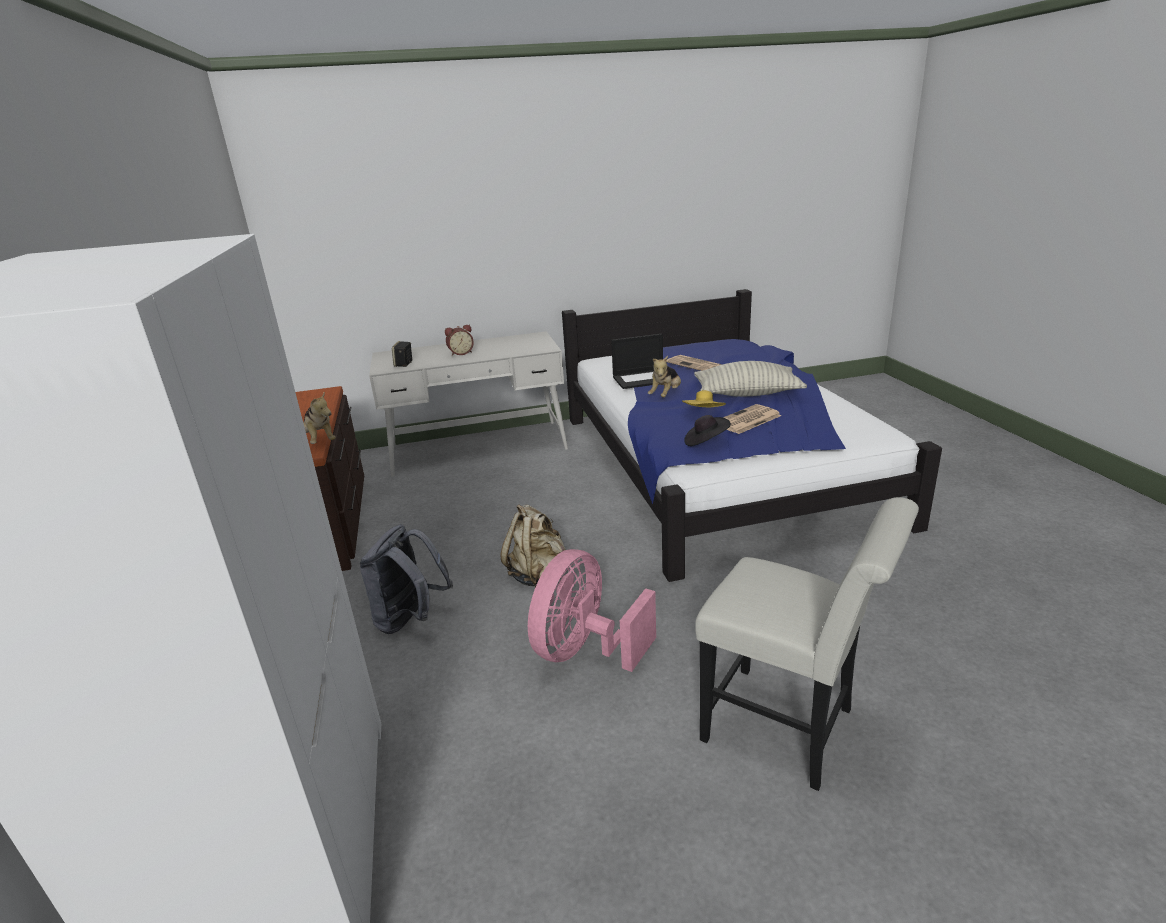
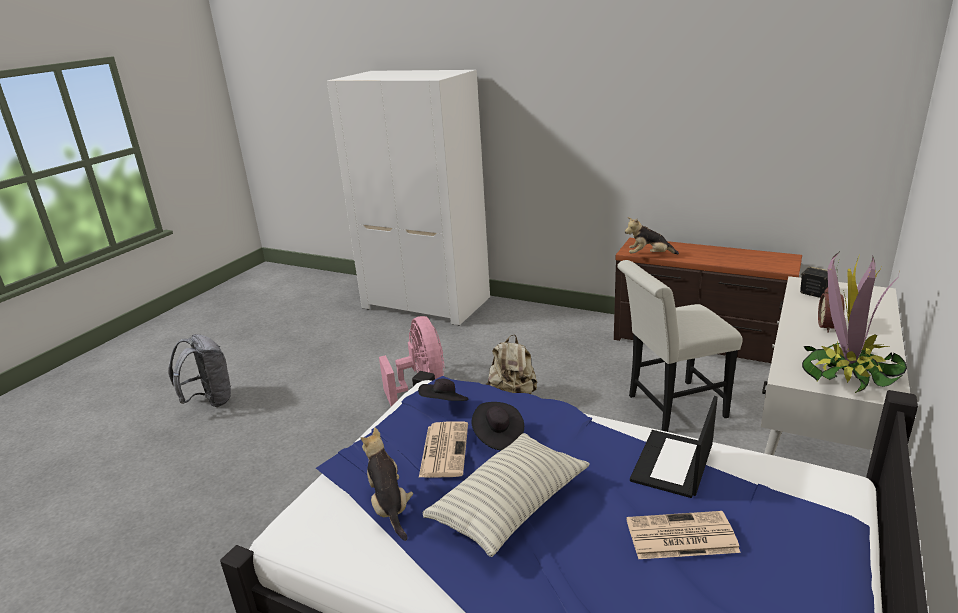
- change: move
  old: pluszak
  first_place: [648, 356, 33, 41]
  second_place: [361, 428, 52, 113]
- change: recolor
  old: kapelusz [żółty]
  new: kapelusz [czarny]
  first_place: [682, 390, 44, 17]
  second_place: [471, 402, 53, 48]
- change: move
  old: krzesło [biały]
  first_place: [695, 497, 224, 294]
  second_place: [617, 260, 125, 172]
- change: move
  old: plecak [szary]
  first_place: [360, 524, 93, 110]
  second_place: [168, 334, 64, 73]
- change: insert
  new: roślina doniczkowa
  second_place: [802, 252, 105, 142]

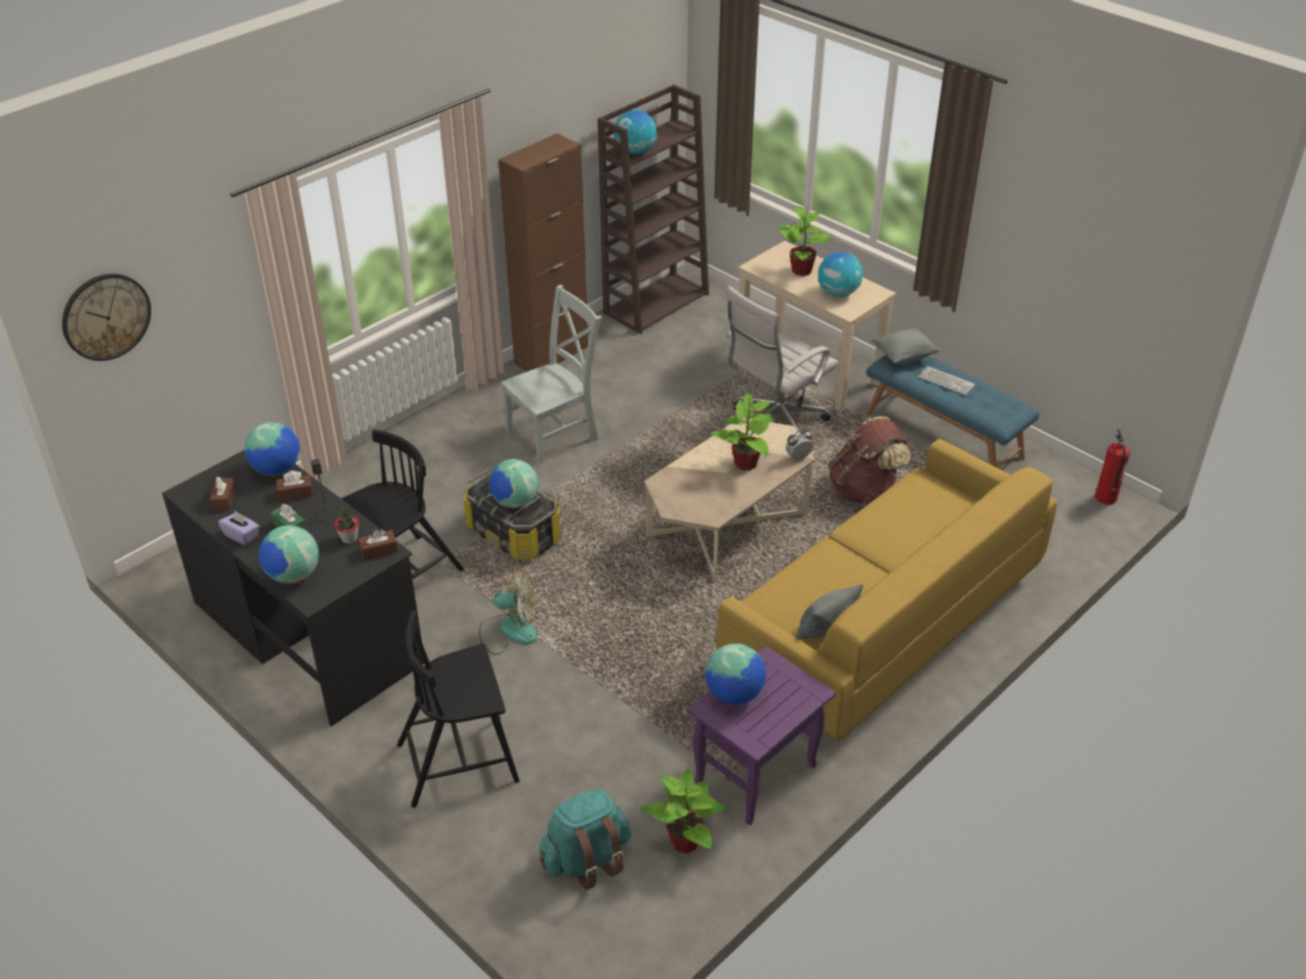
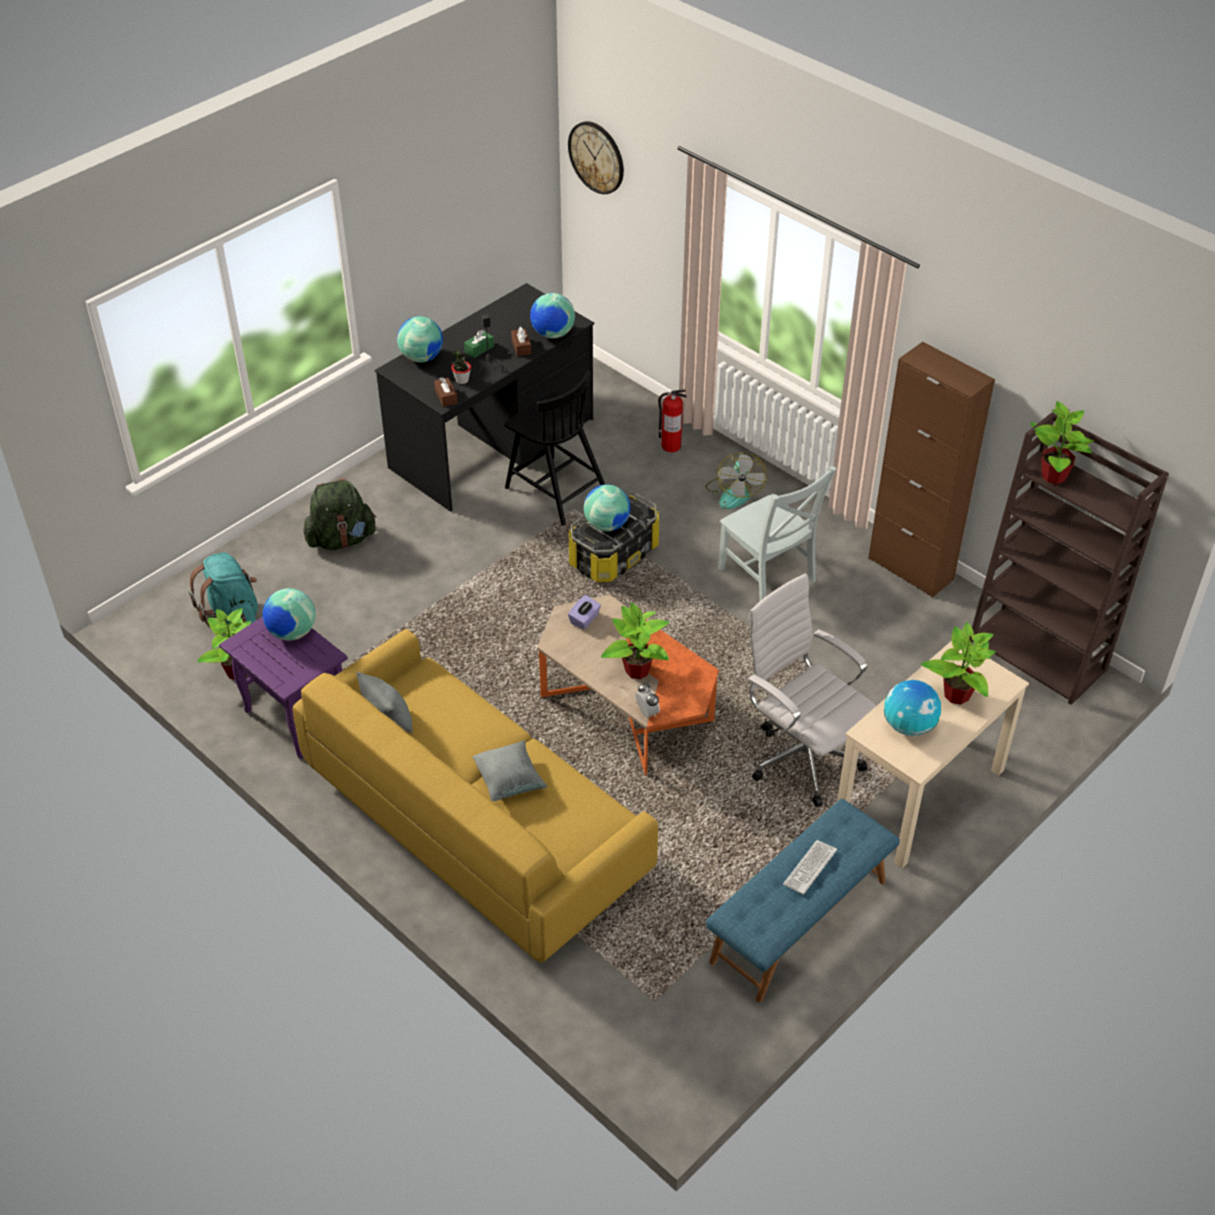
- change: replace
  old: globus
  new: roślina doniczkowa
  first_place: [614, 110, 43, 44]
  second_place: [1030, 401, 65, 83]
- change: move
  old: poduszka [szary]
  first_place: [872, 328, 68, 36]
  second_place: [472, 740, 75, 61]
- change: delete
  old: plecak [brązowy]
  first_place: [828, 416, 83, 88]
- change: recolor
  old: ława [beżowy]
  new: ława [pomarańczowy]
  first_place: [644, 418, 171, 164]
  second_place: [537, 595, 182, 180]
- change: move
  old: gaśnica
  first_place: [1095, 429, 35, 76]
  second_place: [658, 389, 29, 63]
- change: delete
  old: pudełko chusteczek [brązowy]
  first_place: [210, 476, 26, 34]
- change: move
  old: pudełko chusteczek [fioletowy]
  first_place: [218, 510, 41, 35]
  second_place: [568, 595, 33, 34]
- change: move
  old: wentylator
  first_place: [479, 569, 58, 86]
  second_place: [706, 453, 61, 56]
- change: replace
  old: krzesło [czarny]
  new: plecak [zielony]
  first_place: [397, 610, 123, 198]
  second_place: [303, 478, 73, 72]

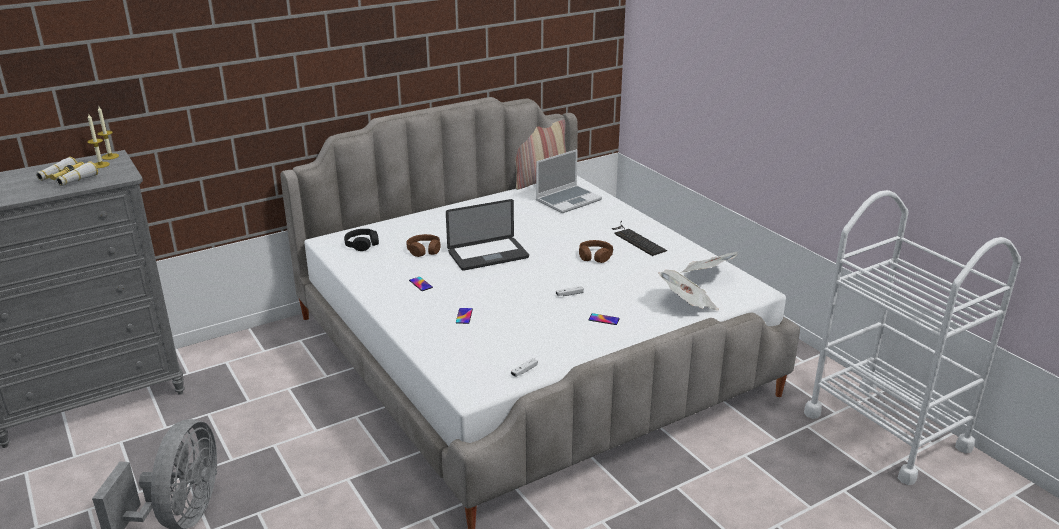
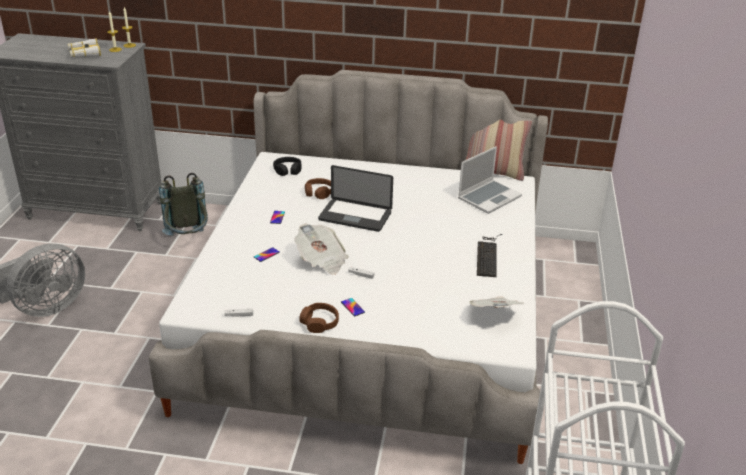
- change: rotate
  old: laptop
  first_place: [536, 149, 66, 64]
  second_place: [458, 146, 64, 68]
  degrees: -45
- change: move
  old: słuchawki [brązowy]
  first_place: [579, 240, 34, 23]
  second_place: [299, 303, 40, 30]
- change: move
  old: gazeta
  first_place: [658, 270, 61, 40]
  second_place: [294, 224, 55, 51]
- change: insert
  new: plecak [szary]
  second_place: [159, 173, 49, 63]

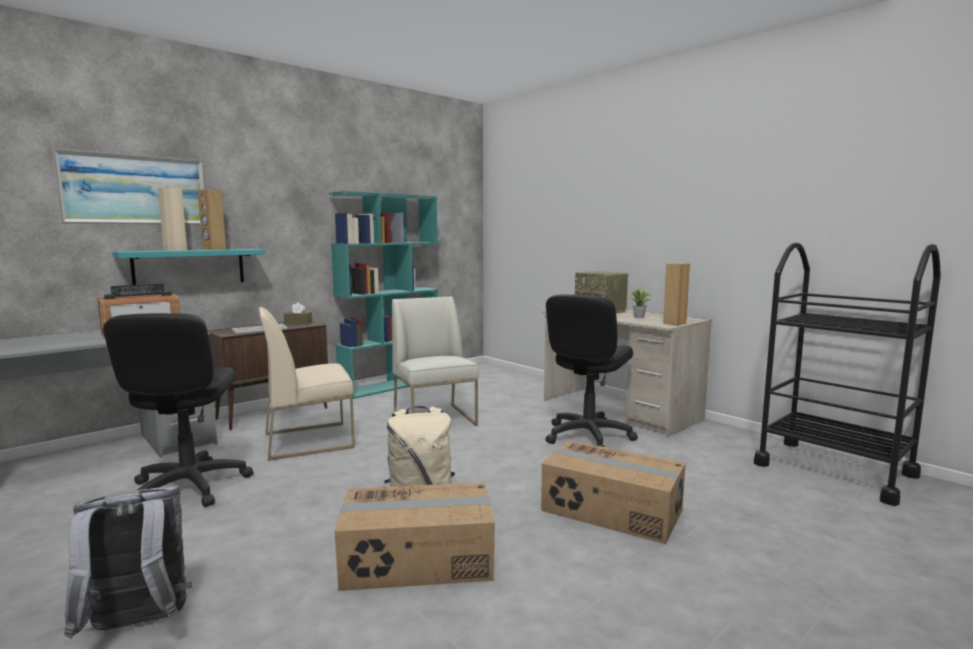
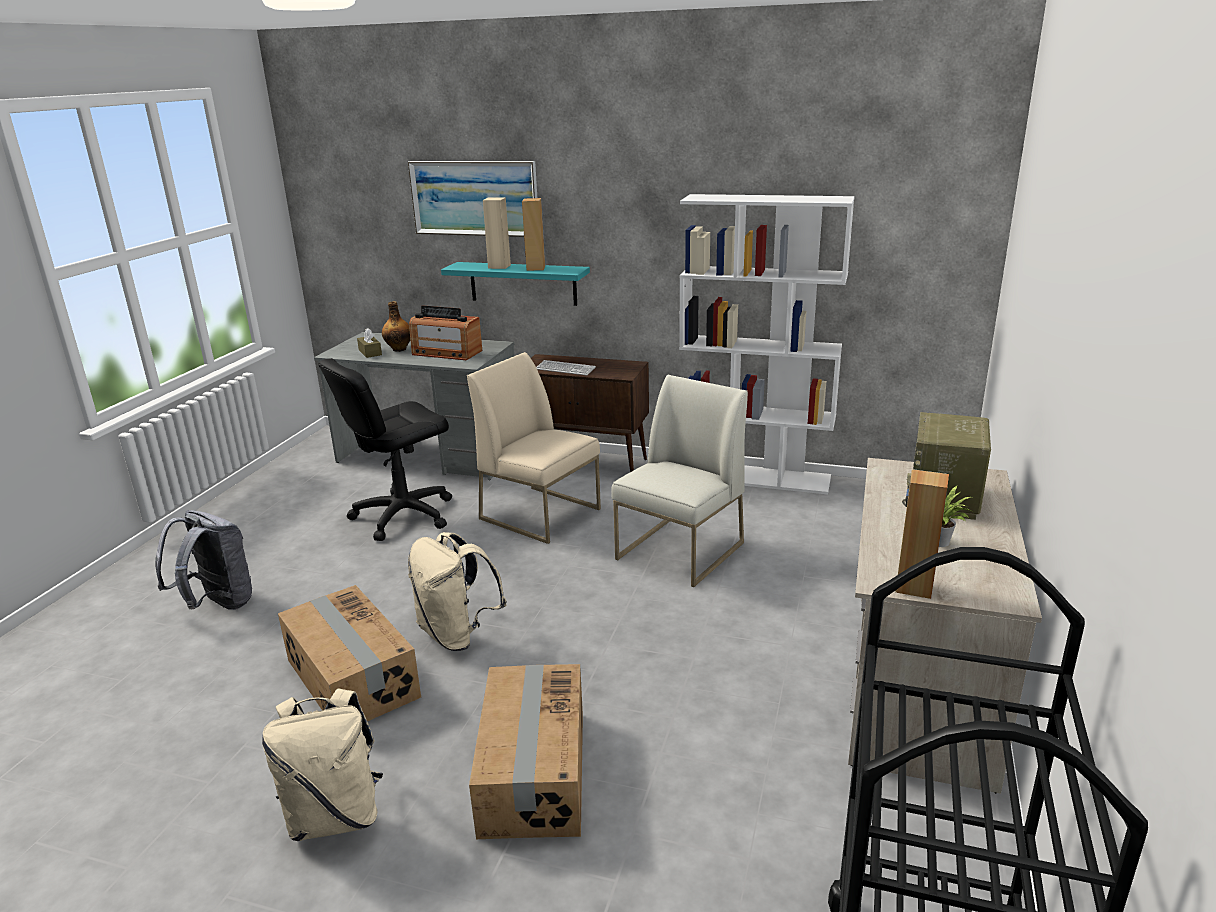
- change: recolor
  old: regał [turkusowy]
  new: regał [biały]
  first_place: [329, 191, 109, 208]
  second_place: [679, 194, 176, 301]
- change: delete
  old: krzesło biurowe [czarny]
  first_place: [546, 294, 92, 153]
- change: move
  old: pudełko chusteczek [brązowy]
  first_place: [284, 303, 28, 21]
  second_place: [357, 328, 25, 30]
- change: insert
  new: butelka
  second_place: [382, 301, 28, 51]
- change: insert
  new: plecak [beżowy]
  second_place: [262, 688, 121, 153]

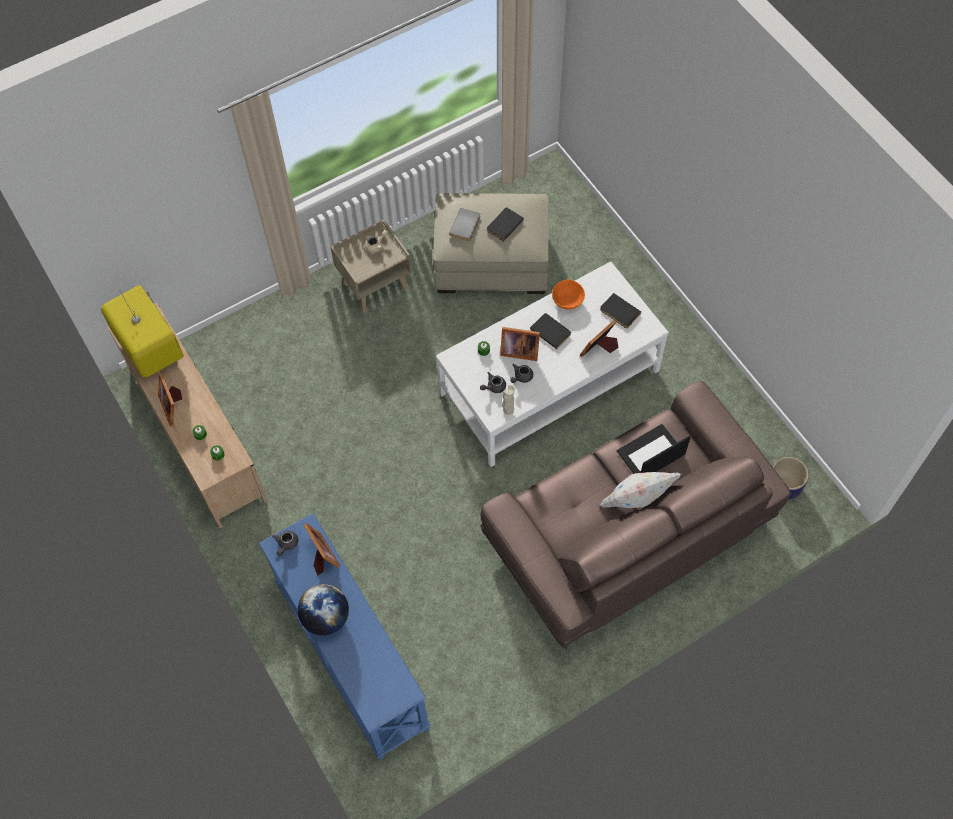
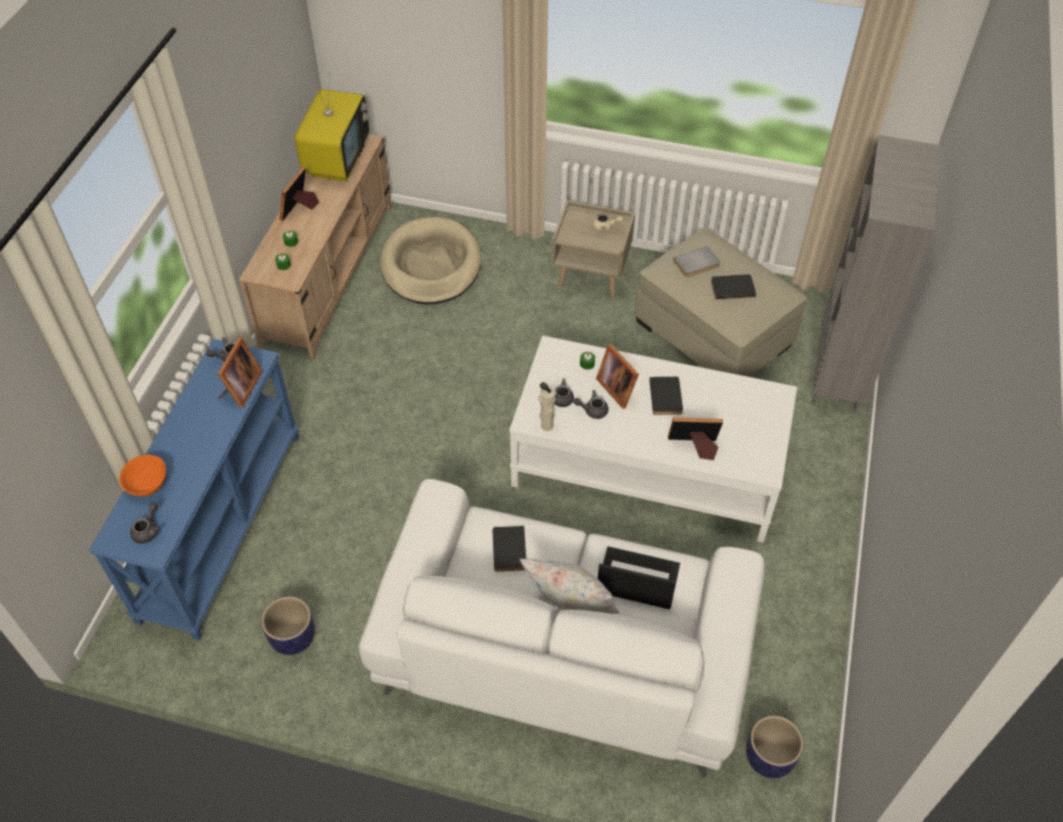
- change: move
  old: miska [pomarańczowy]
  first_place: [552, 280, 33, 30]
  second_place: [119, 455, 47, 42]
- change: move
  old: książka [czarny]
  first_place: [600, 293, 41, 35]
  second_place: [493, 526, 33, 46]
- change: recolor
  old: kanapa [brązowy]
  new: kanapa [biały]
  first_place: [480, 381, 311, 269]
  second_place: [358, 479, 407, 298]
- change: delete
  old: globus
  first_place: [298, 584, 51, 52]
- change: insert
  new: regał [szary]
  second_place: [812, 135, 128, 278]
- change: insert
  new: legowisko [beżowy]
  second_place: [380, 217, 101, 87]
- change: insert
  new: imbryk [szary]
  second_place: [130, 502, 30, 41]
- change: insert
  new: donica
  second_place: [261, 596, 54, 59]

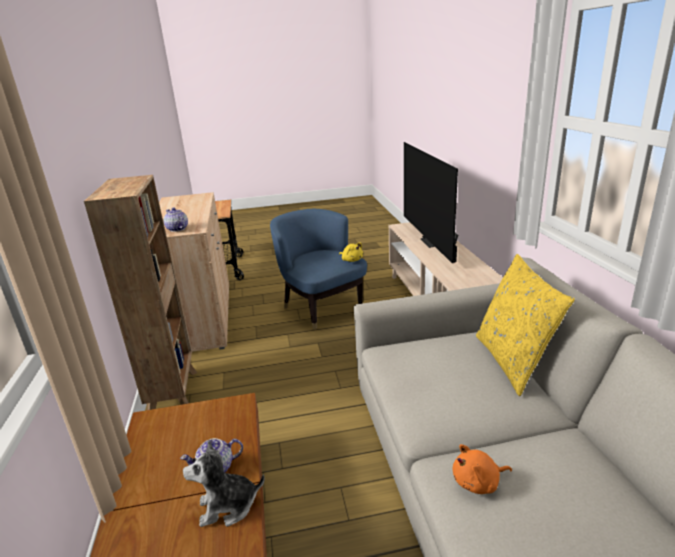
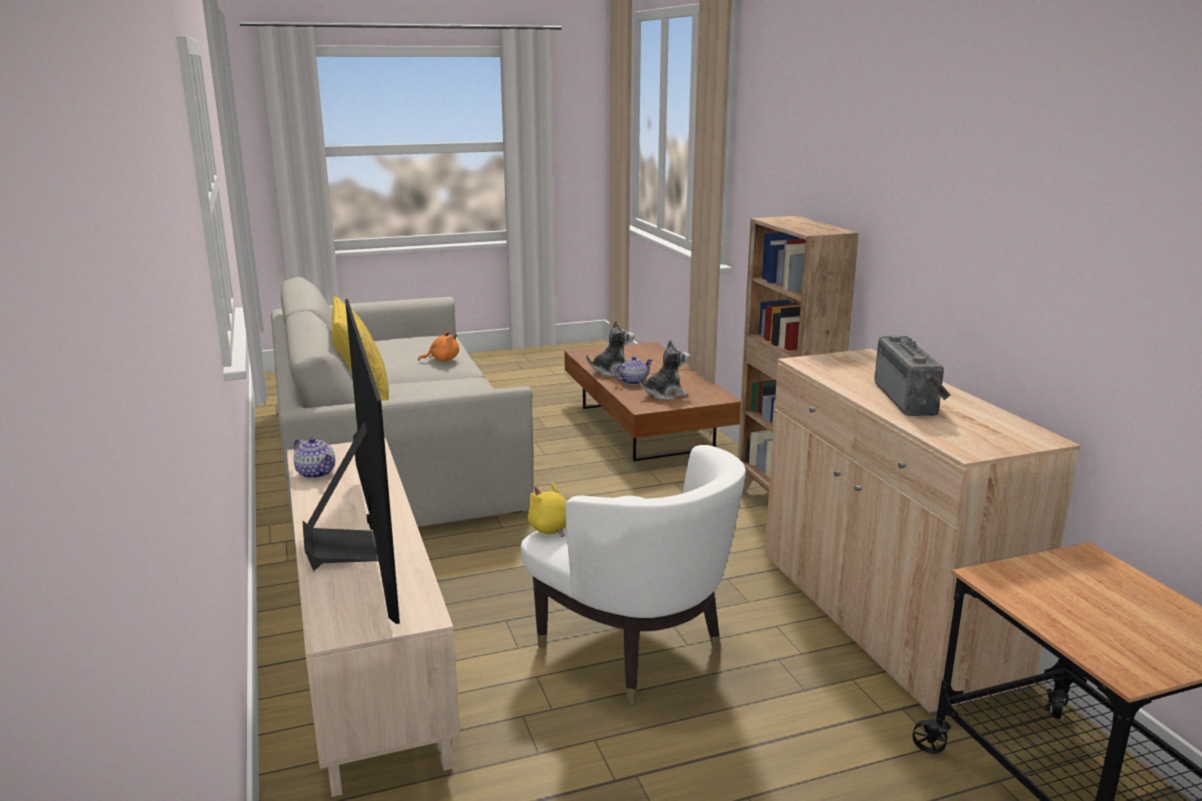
- change: move
  old: imbryk
  first_place: [164, 208, 24, 24]
  second_place: [294, 437, 41, 42]
- change: recolor
  old: fotel [niebieski]
  new: fotel [biały]
  first_place: [270, 209, 97, 121]
  second_place: [521, 445, 225, 260]
- change: insert
  new: radio
  second_place: [874, 335, 77, 81]
- change: insert
  new: pluszak
  second_place: [639, 340, 51, 60]

